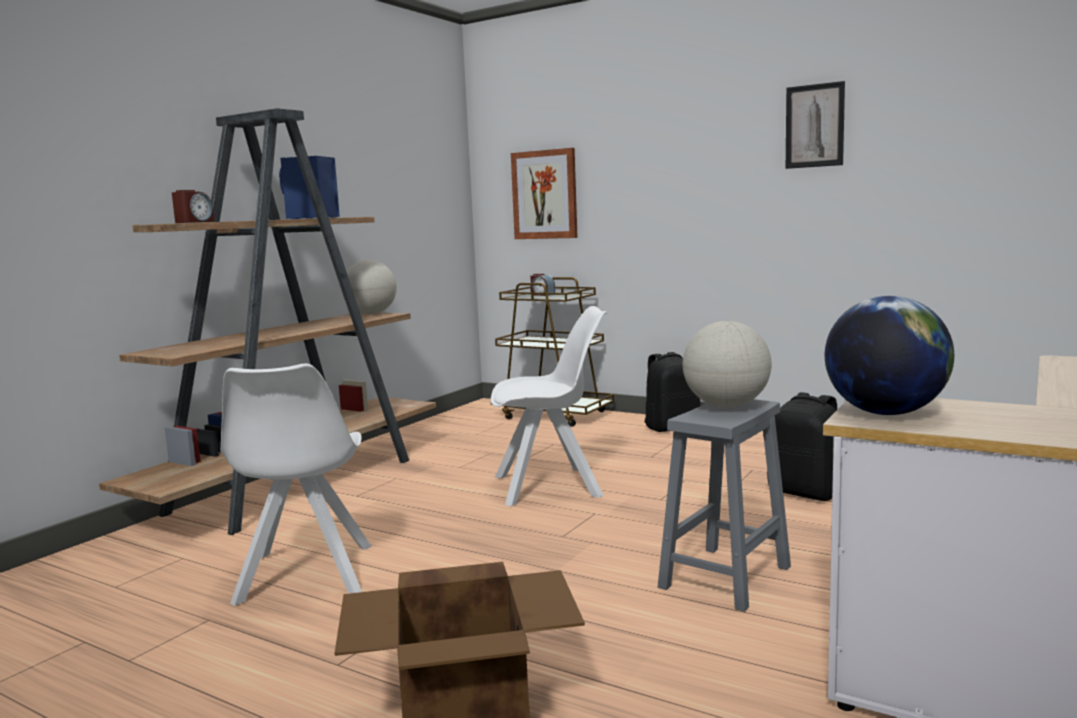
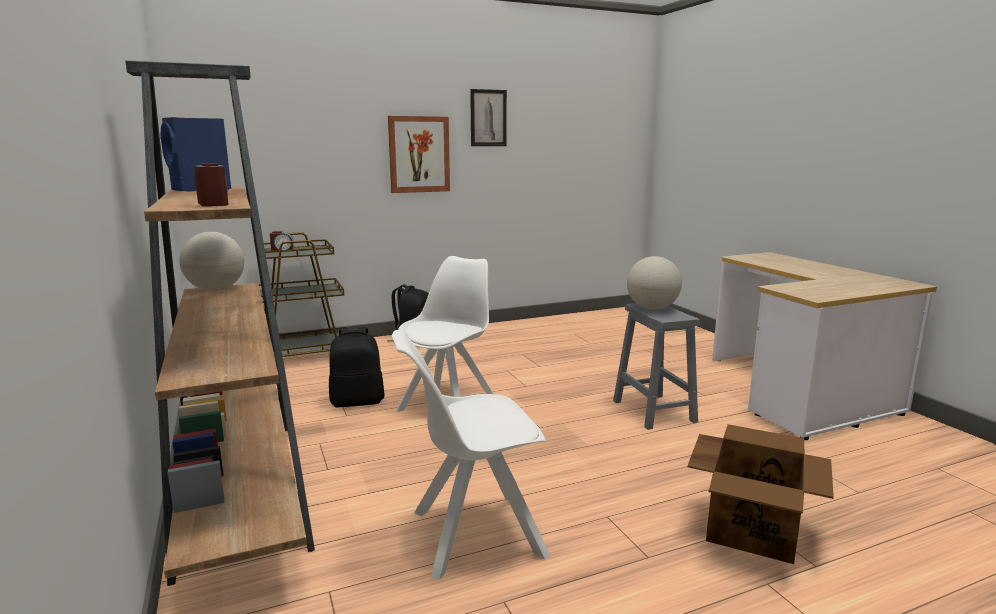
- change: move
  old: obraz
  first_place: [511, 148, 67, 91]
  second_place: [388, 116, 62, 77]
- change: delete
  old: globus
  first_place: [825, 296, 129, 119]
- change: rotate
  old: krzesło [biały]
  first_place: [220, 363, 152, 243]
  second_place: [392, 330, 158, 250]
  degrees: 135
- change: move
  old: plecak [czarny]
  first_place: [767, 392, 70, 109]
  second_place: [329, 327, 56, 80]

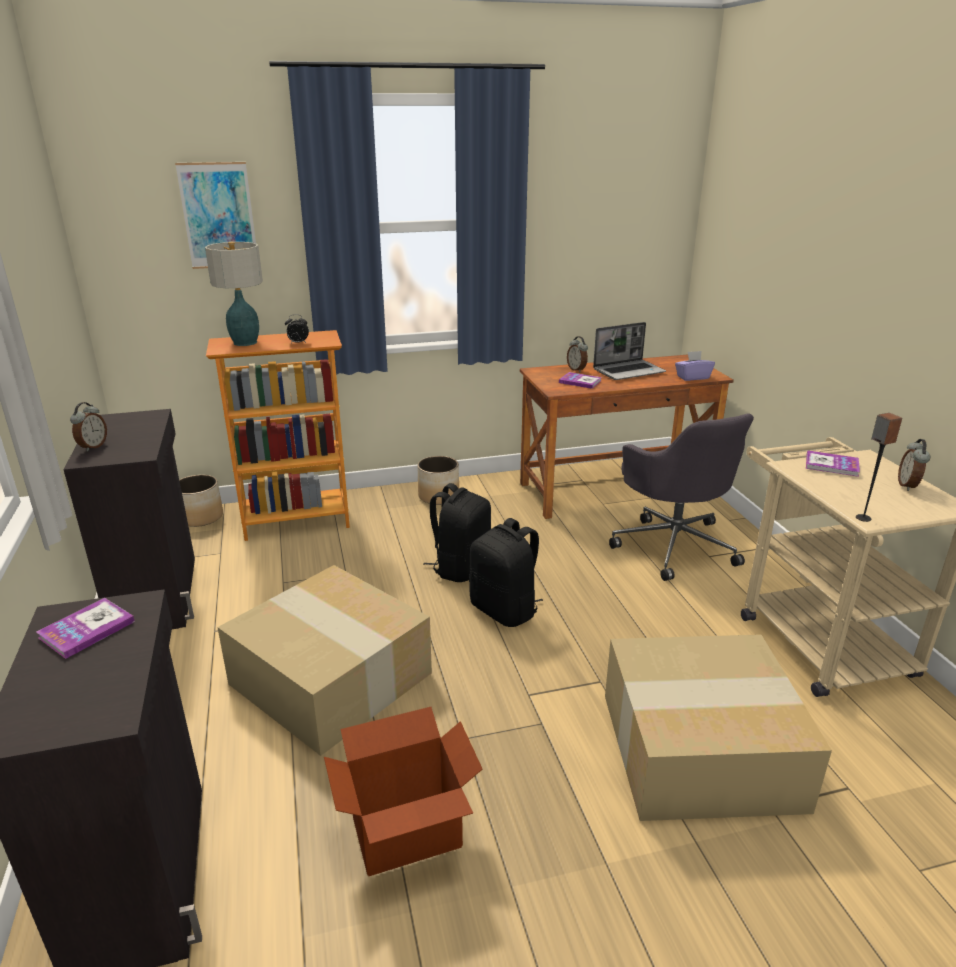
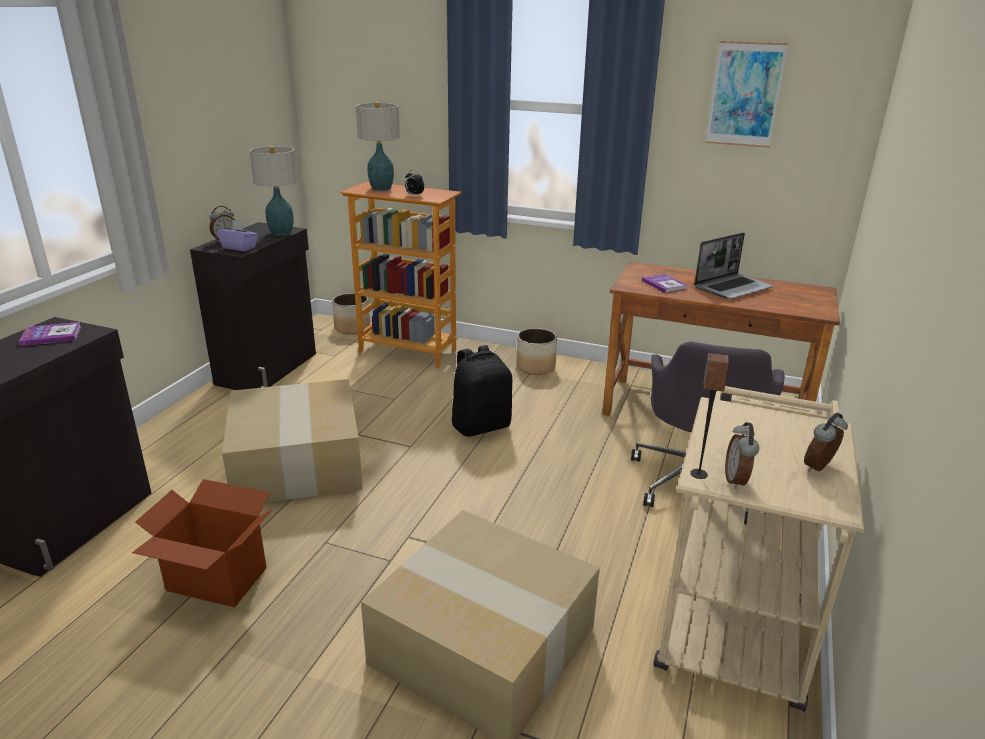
- change: move
  old: obraz
  first_place: [175, 162, 81, 107]
  second_place: [706, 41, 83, 107]
- change: rotate
  old: laptop
  first_place: [593, 322, 73, 58]
  second_place: [694, 232, 79, 67]
  degrees: -45
- change: move
  old: budzik
  first_place: [567, 336, 21, 36]
  second_place: [725, 422, 34, 68]
- change: move
  old: pudełko chusteczek [fioletowy]
  first_place: [675, 351, 40, 30]
  second_place: [217, 220, 41, 31]
- change: delete
  old: książka
  first_place: [806, 450, 54, 27]
- change: delete
  old: plecak [czarny]
  first_place: [469, 518, 74, 109]
- change: insert
  new: lampa stołowa
  second_place: [249, 146, 48, 90]

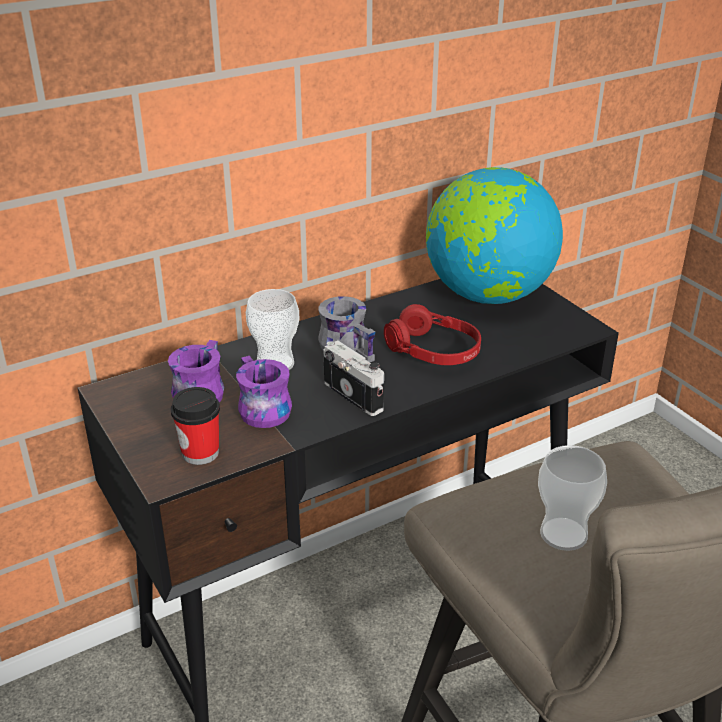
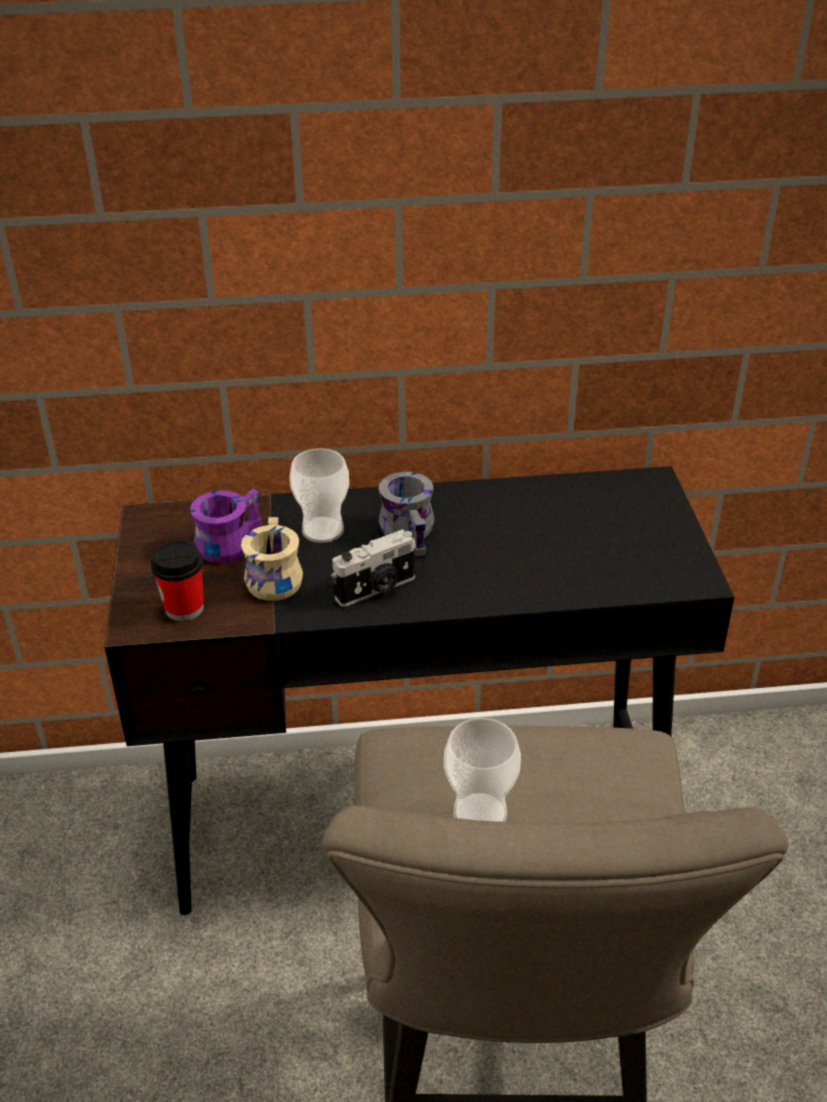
- change: delete
  old: globus
  first_place: [426, 167, 137, 137]
- change: delete
  old: słuchawki [czerwony]
  first_place: [384, 304, 97, 61]
- change: rotate
  old: aparat fotograficzny
  first_place: [323, 340, 61, 76]
  second_place: [332, 529, 85, 78]
  degrees: 75
- change: recolor
  old: kubek [fioletowy]
  new: kubek [beżowy]
  first_place: [236, 356, 56, 72]
  second_place: [241, 517, 62, 84]

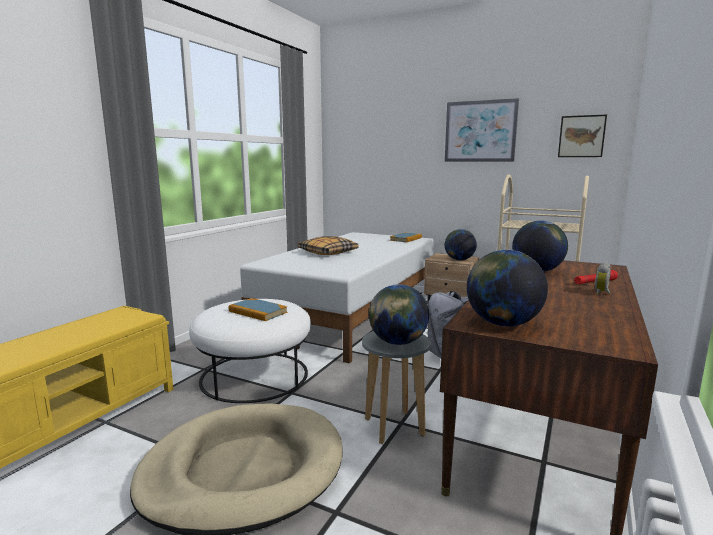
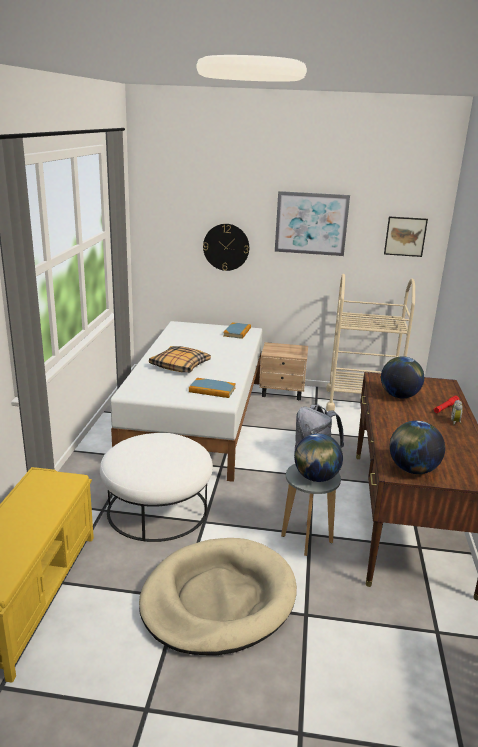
- change: delete
  old: globus
  first_place: [445, 229, 32, 31]
- change: move
  old: książka
  first_place: [229, 298, 58, 23]
  second_place: [189, 378, 47, 20]
- change: insert
  new: zegar ścienny
  second_place: [203, 224, 46, 47]

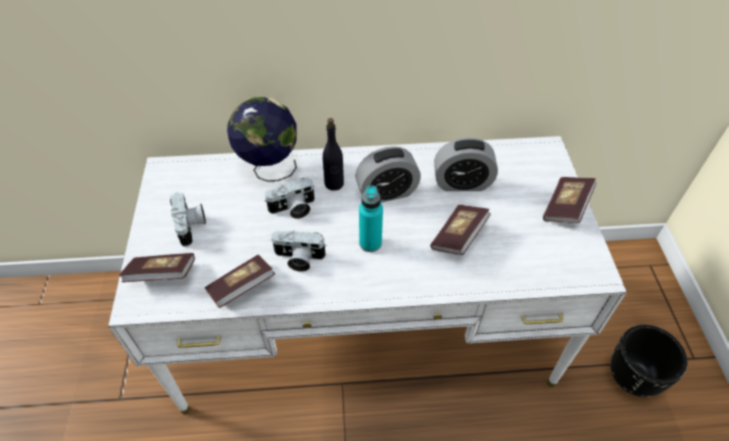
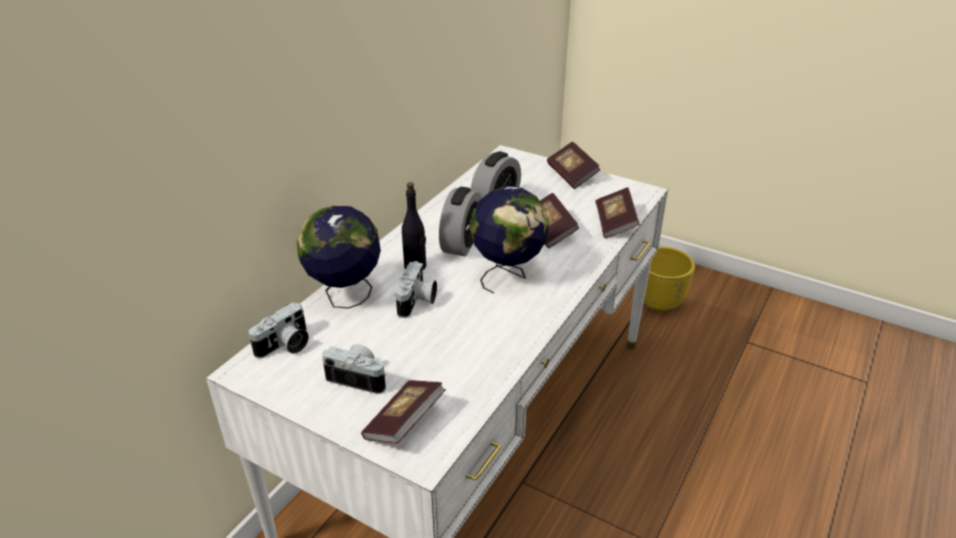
- change: replace
  old: butelka [turkusowy]
  new: globus
  first_place: [359, 185, 24, 67]
  second_place: [470, 186, 79, 108]
- change: move
  old: aparat fotograficzny
  first_place: [271, 230, 56, 42]
  second_place: [248, 302, 61, 56]
- change: move
  old: książka
  first_place: [205, 255, 70, 53]
  second_place: [595, 187, 45, 52]
- change: recolor
  old: donica [czarny]
  new: donica [żółty]
  first_place: [611, 325, 77, 72]
  second_place: [644, 247, 51, 64]

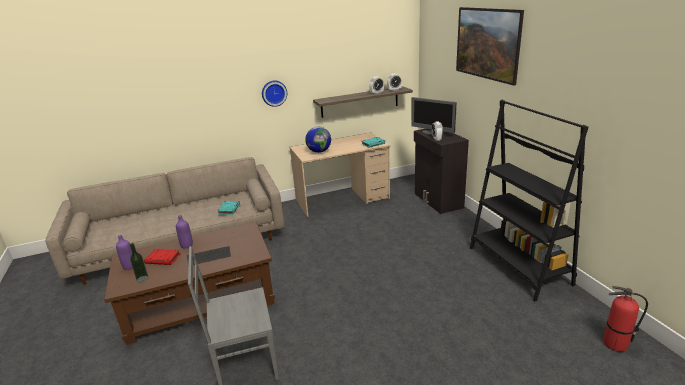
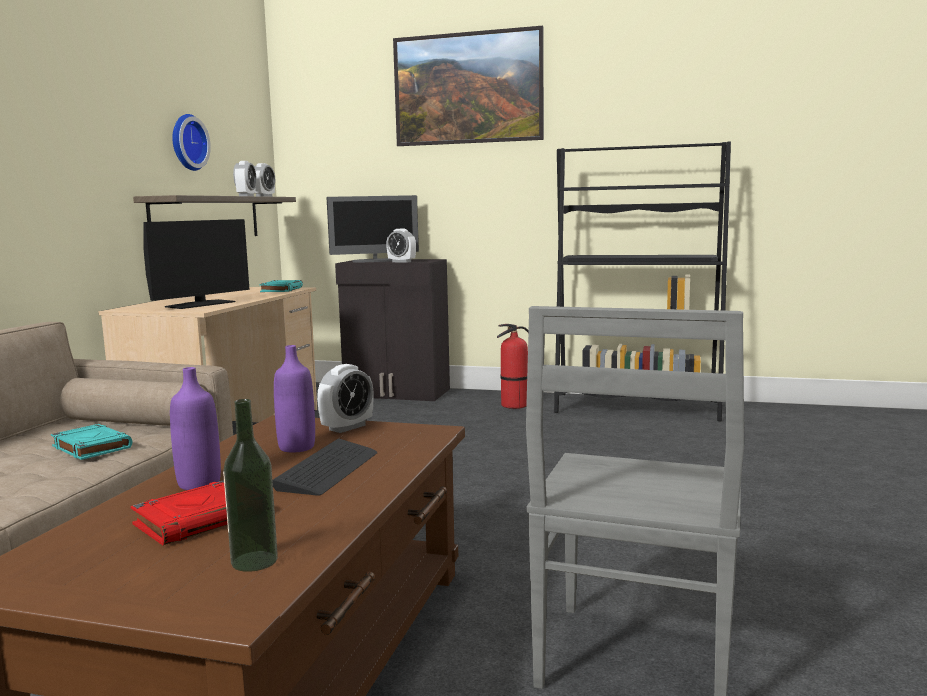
- change: move
  old: zegar ścienny
  first_place: [262, 81, 25, 26]
  second_place: [172, 114, 39, 57]
- change: replace
  old: globus
  new: monitor
  first_place: [305, 127, 26, 26]
  second_place: [143, 219, 107, 90]
- change: move
  old: butelka [fioletowy]
  first_place: [116, 235, 17, 35]
  second_place: [274, 345, 41, 107]
- change: move
  old: gaśnica
  first_place: [603, 286, 45, 66]
  second_place: [497, 324, 32, 85]
- change: insert
  new: budzik
  second_place: [317, 364, 56, 69]

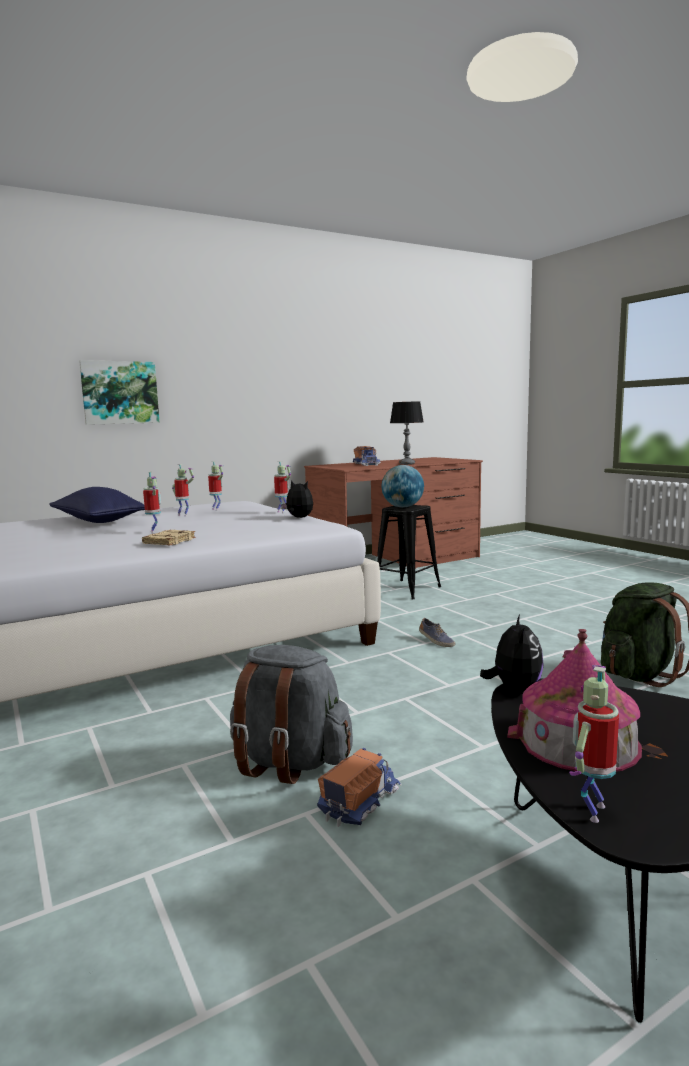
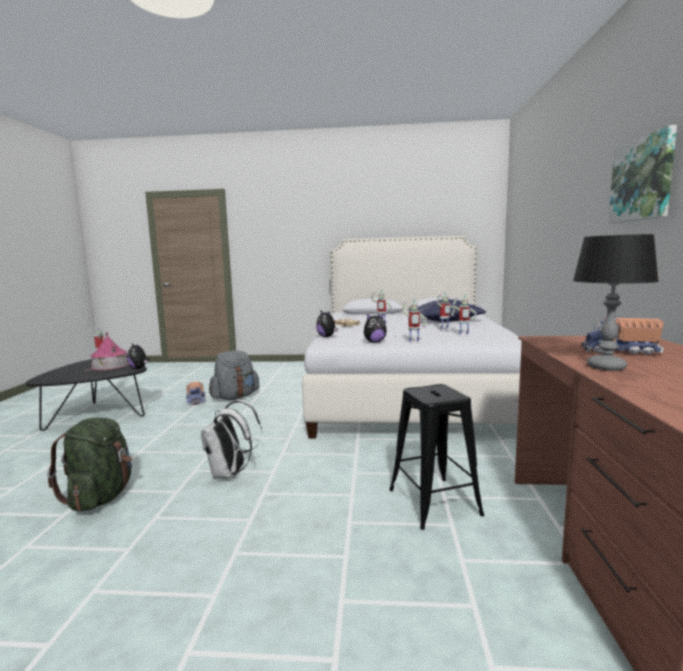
- change: move
  old: obraz
  first_place: [79, 360, 81, 65]
  second_place: [608, 125, 69, 98]
- change: delete
  old: globus
  first_place: [382, 465, 42, 43]
- change: delete
  old: but
  first_place: [419, 618, 36, 29]
- change: insert
  new: pluszak
  second_place: [316, 310, 22, 27]
- change: insert
  new: plecak [biały]
  second_place: [201, 400, 61, 79]

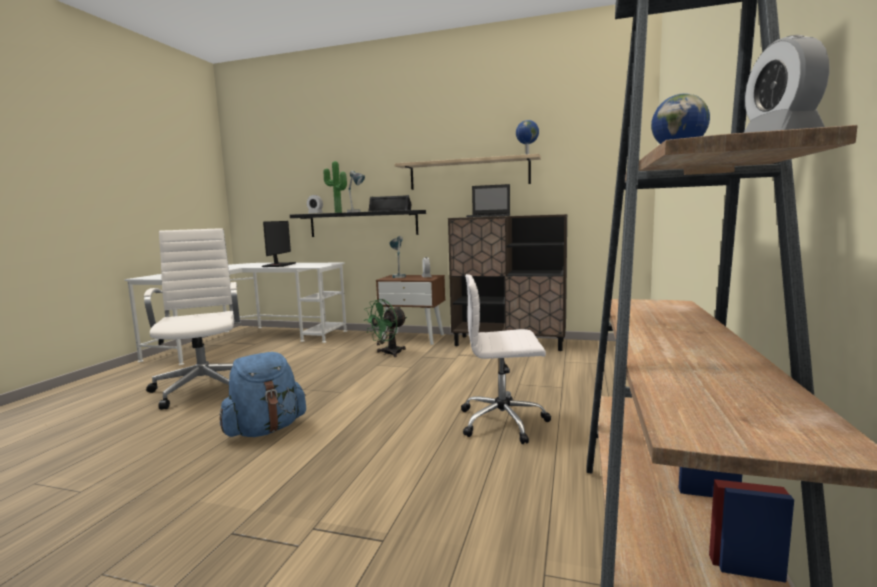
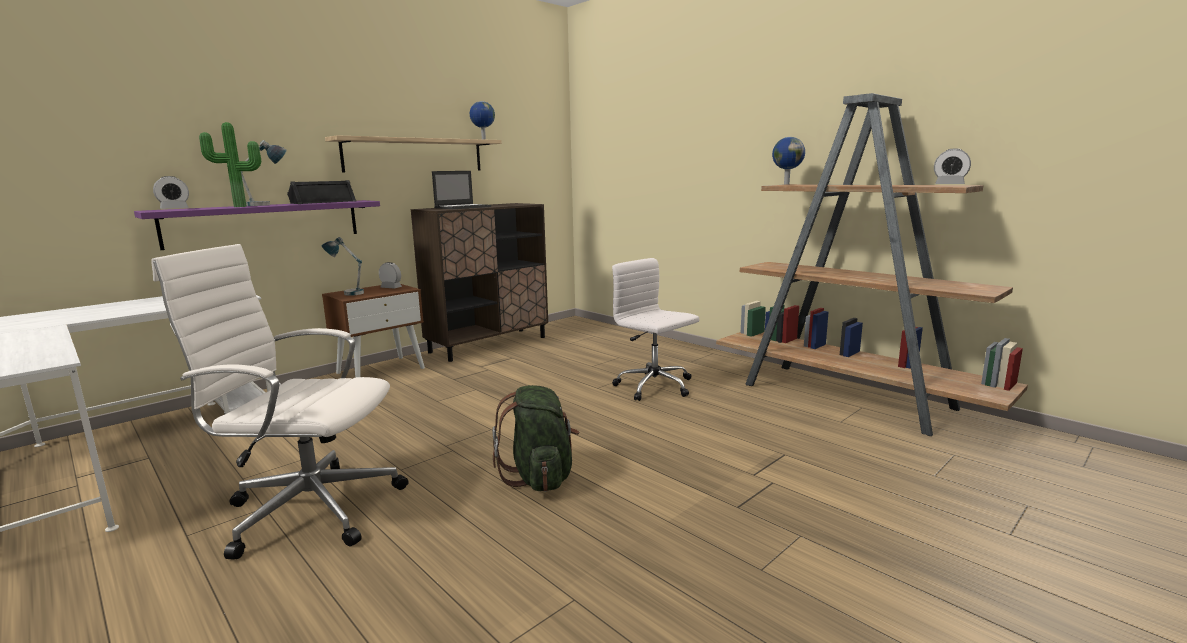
- change: recolor
  old: półka [czarny]
  new: półka [fioletowy]
  first_place: [290, 210, 136, 27]
  second_place: [134, 200, 246, 50]
- change: delete
  old: monitor
  first_place: [262, 221, 34, 46]
- change: rotate
  old: krzesło biurowe [biały]
  first_place: [461, 274, 90, 170]
  second_place: [612, 258, 88, 143]
  degrees: 105
- change: delete
  old: wentylator [zielony]
  first_place: [363, 299, 44, 58]
- change: recolor
  old: plecak [niebieski]
  new: plecak [zielony]
  first_place: [219, 352, 87, 85]
  second_place: [492, 385, 87, 107]

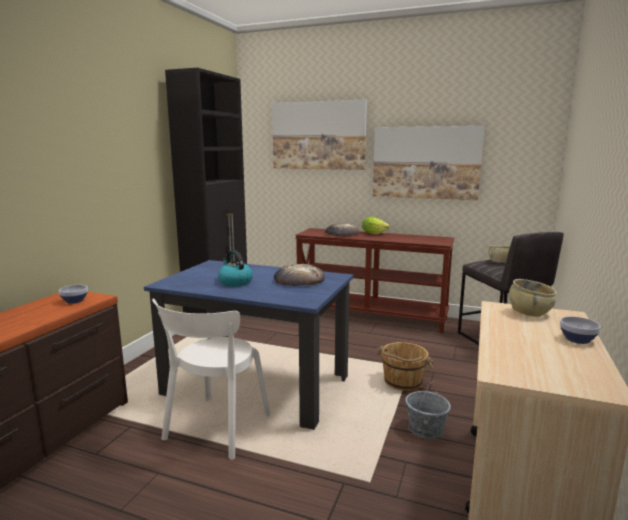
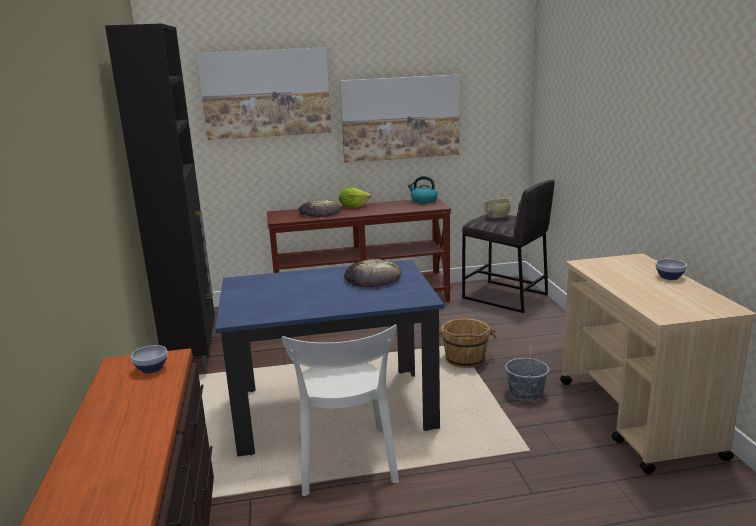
- change: move
  old: czajnik
  first_place: [218, 250, 35, 36]
  second_place: [408, 176, 30, 28]
- change: delete
  old: miska [beżowy]
  first_place: [509, 279, 48, 38]

